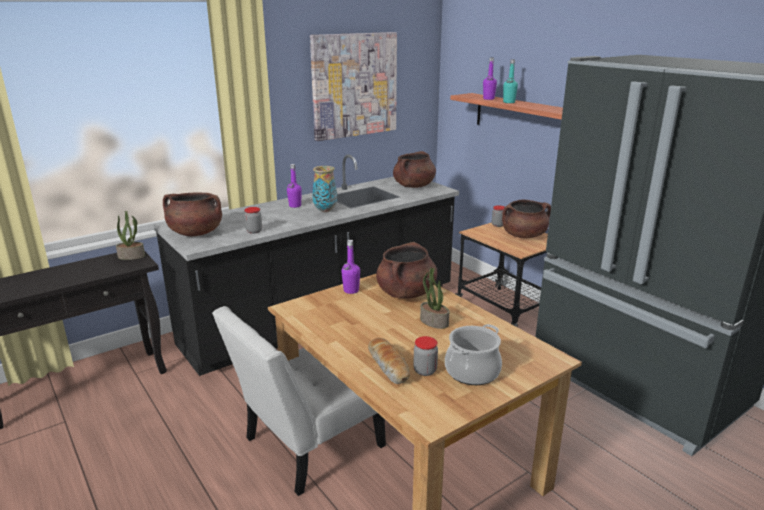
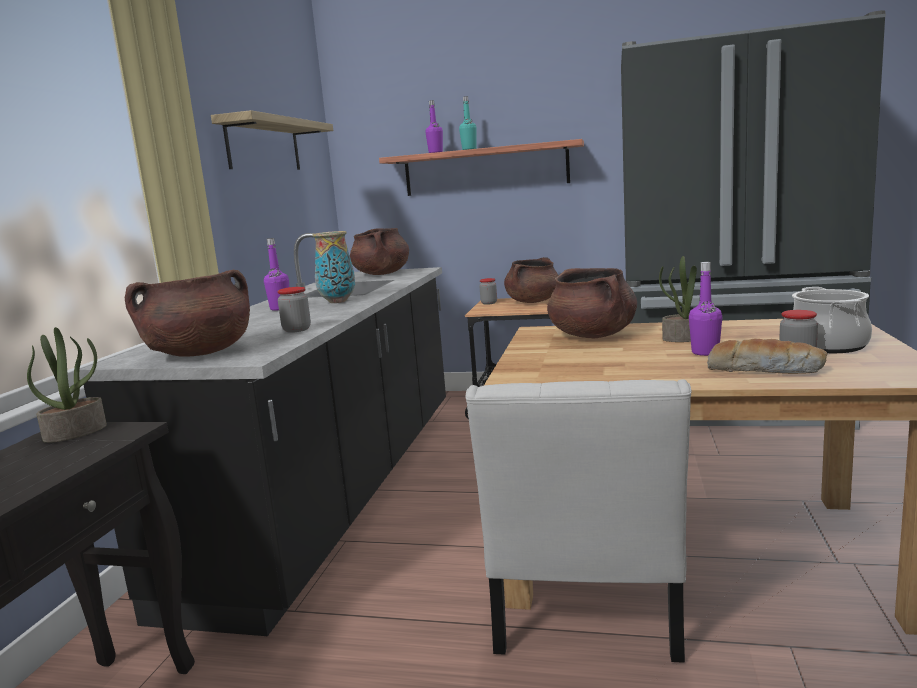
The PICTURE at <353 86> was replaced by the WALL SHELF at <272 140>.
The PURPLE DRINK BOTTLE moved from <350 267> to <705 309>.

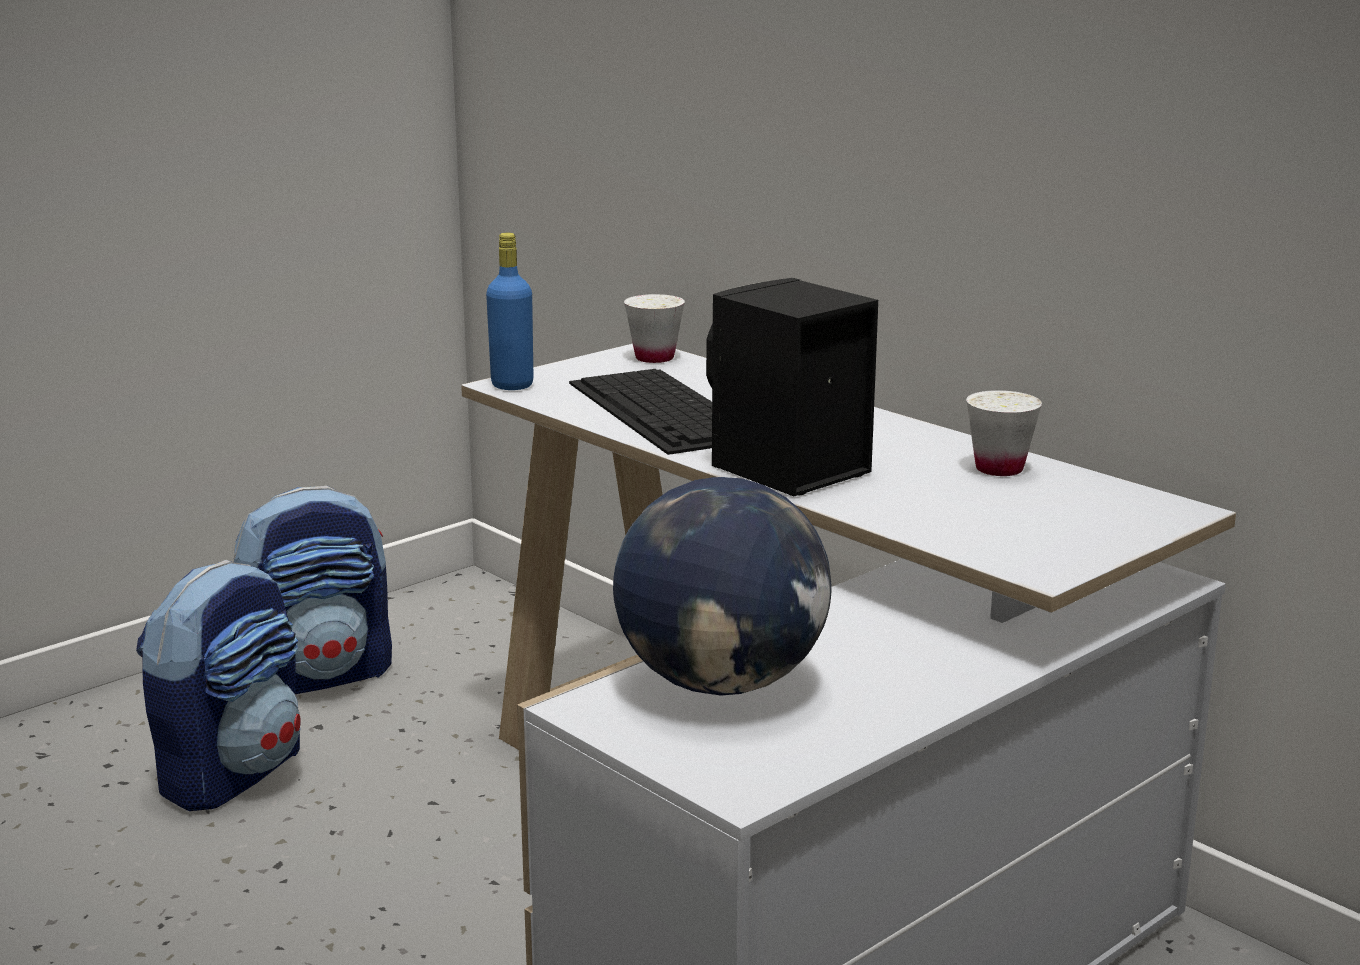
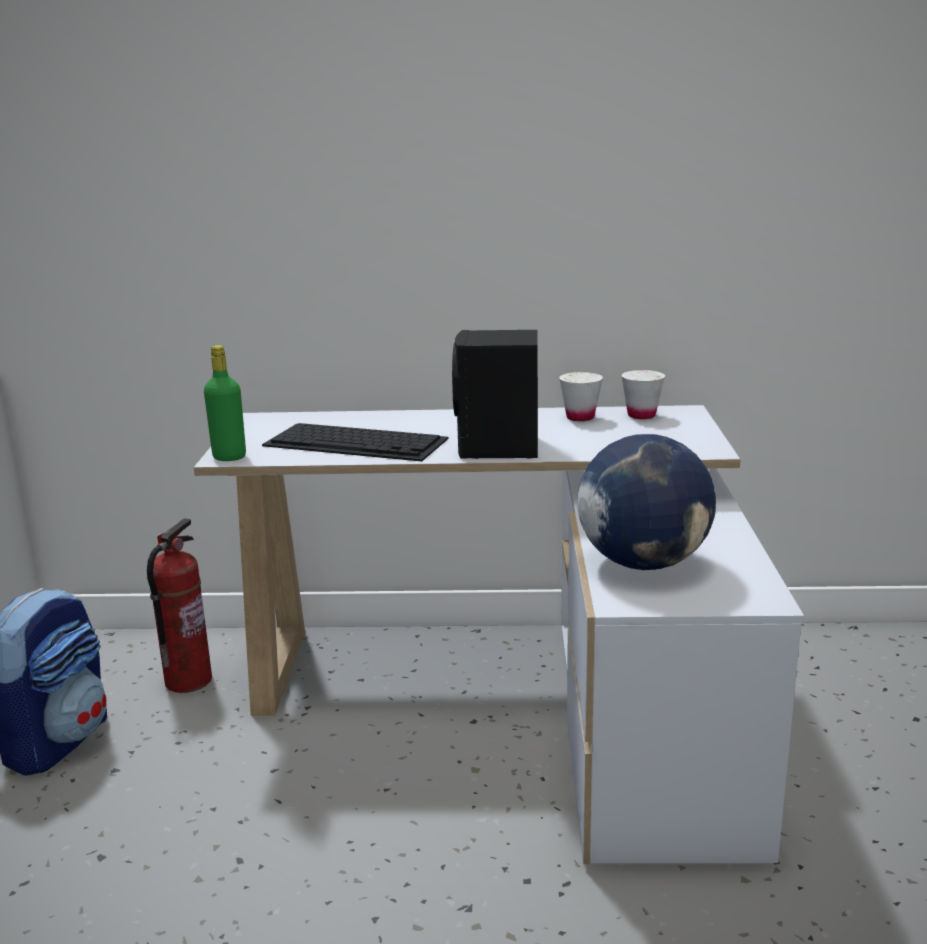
The FIRE EXTINGUISHER at <179 605> appeared.
The BLUE-COLOURED DRINK BOTTLE at <509 311> became the GREEN DRINK BOTTLE at <225 403>.
The WHITISH CUP moved from <654 328> to <643 394>.
The RUCKSACK at <218 685> disappeared.

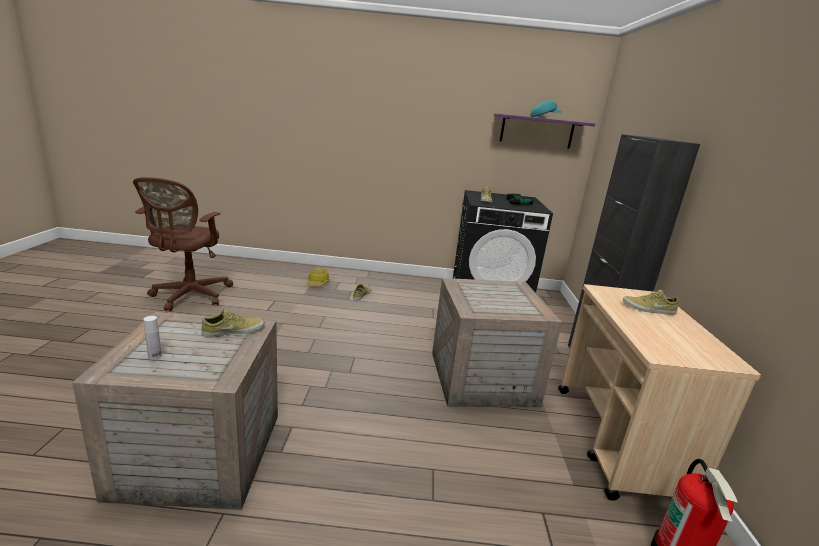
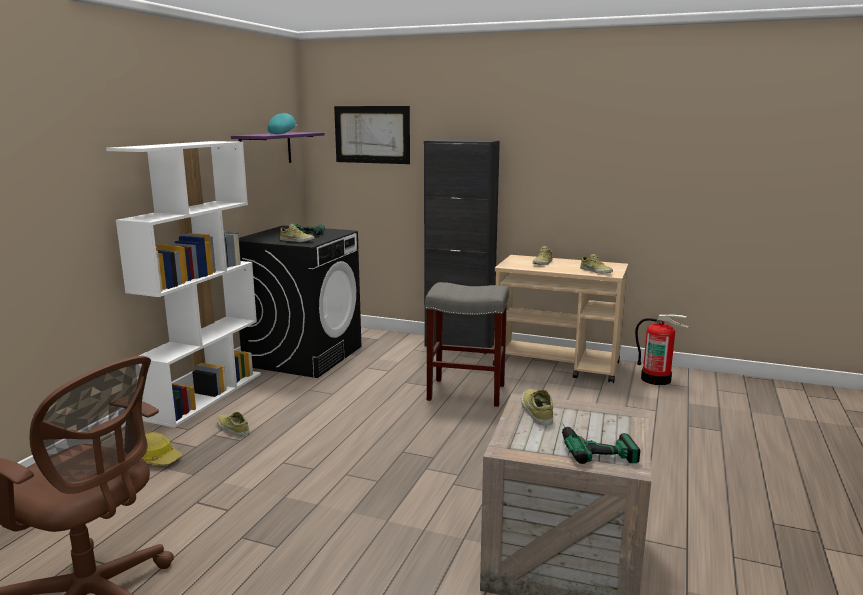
The WHITISH SHELVING UNIT at <183 284> appeared.
The PICTURE at <372 135> appeared.
The CRATE at <497 343> was replaced by the GREYISH SITTING STOOL at <467 344>.
The WHITISH DRINK BOTTLE at <152 338> was replaced by the DRILL at <601 443>.
The BEIGE-COLOURED ITEM OF FOOTWEAR at <596 264> appeared.

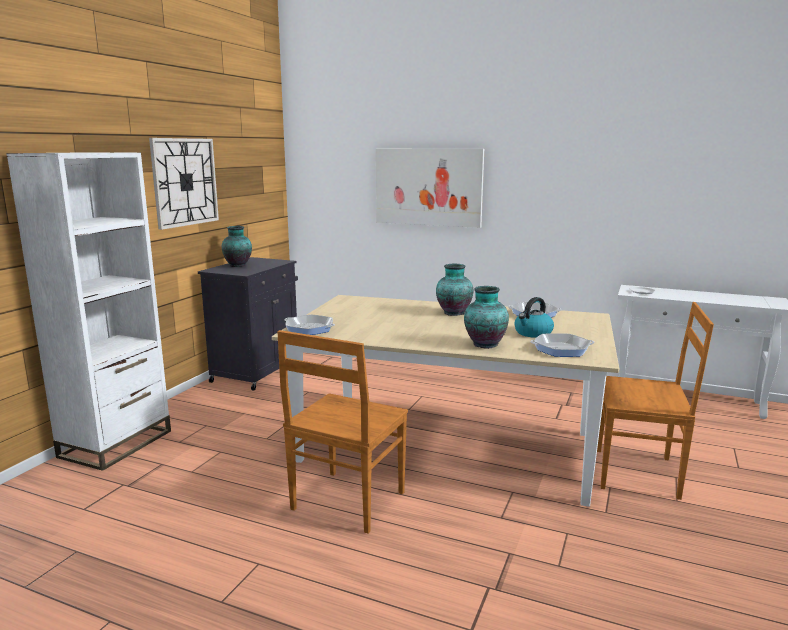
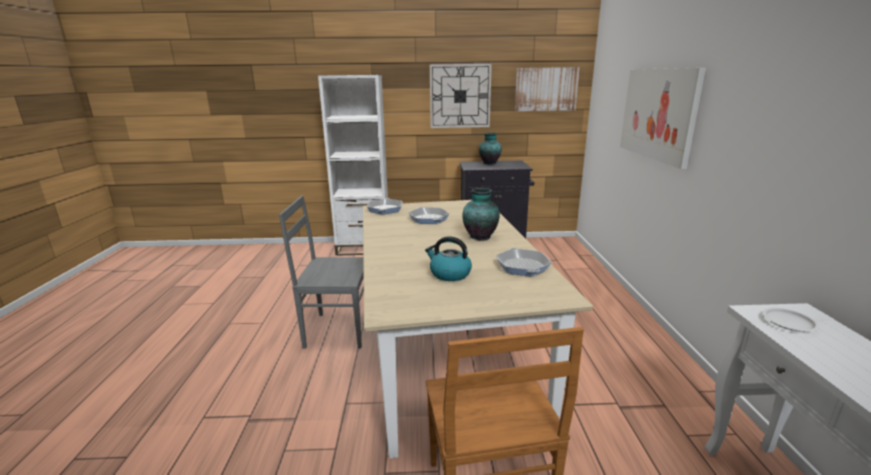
The BROWN UPRIGHT CHAIR at <342 431> became the GREYISH UPRIGHT CHAIR at <321 272>.
The SKILLET moved from <562 345> to <429 215>.
The PICTURE at <547 89> appeared.
The FLOWER VASE at <486 317> disappeared.

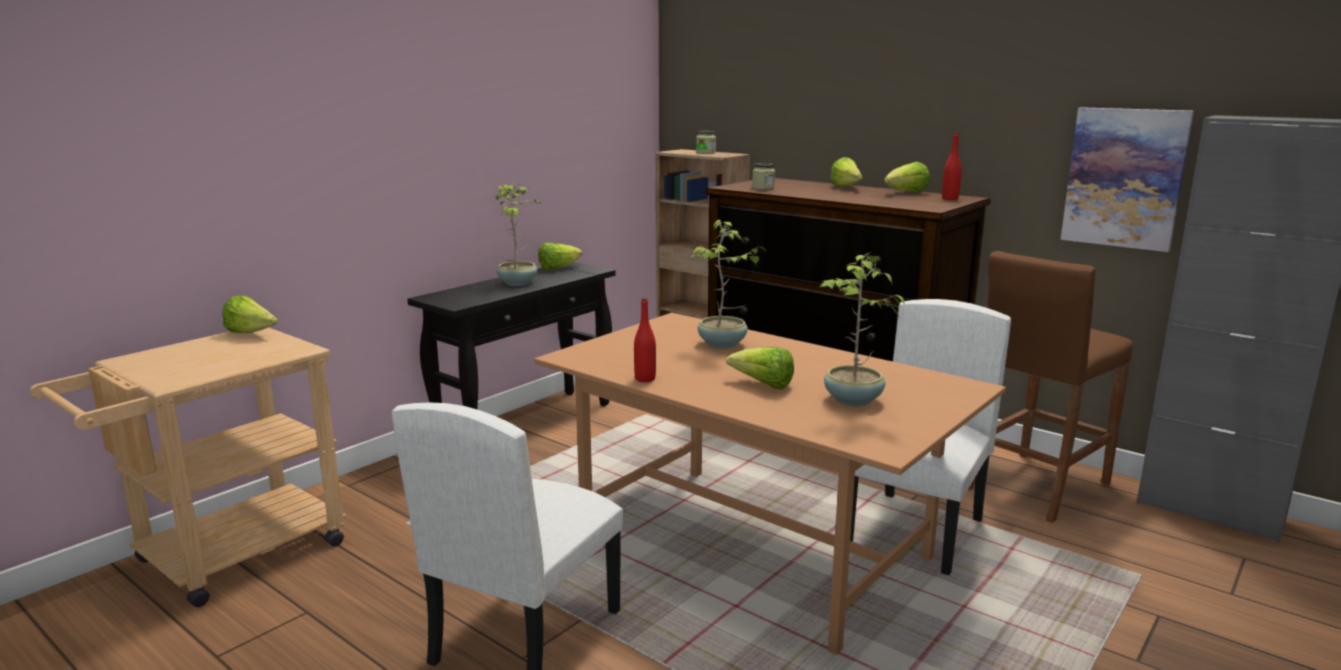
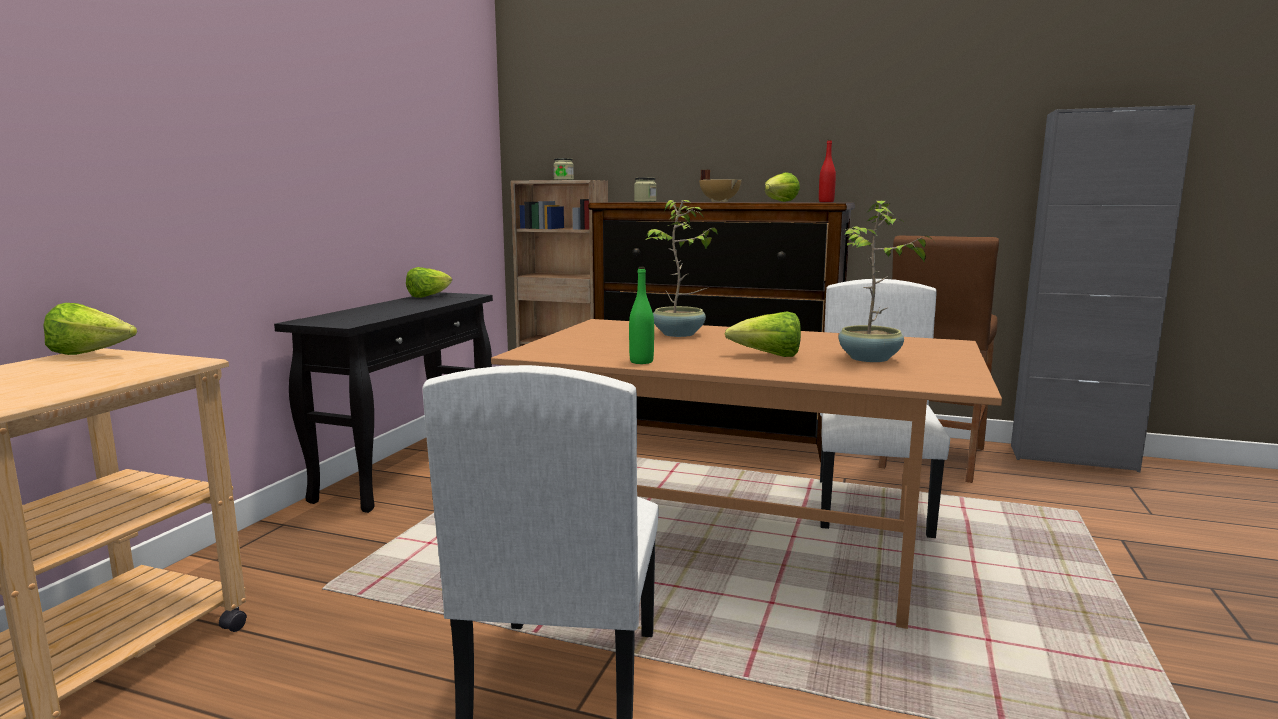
The REDDISH DRINK BOTTLE at <645 340> became the GREEN DRINK BOTTLE at <641 315>.
The LETTUCE at <846 172> was replaced by the BEIGE-COLOURED SAUCEPOT at <720 186>.
The PLANT IN A POT at <519 234> disappeared.
The PICTURE at <1127 179> disappeared.

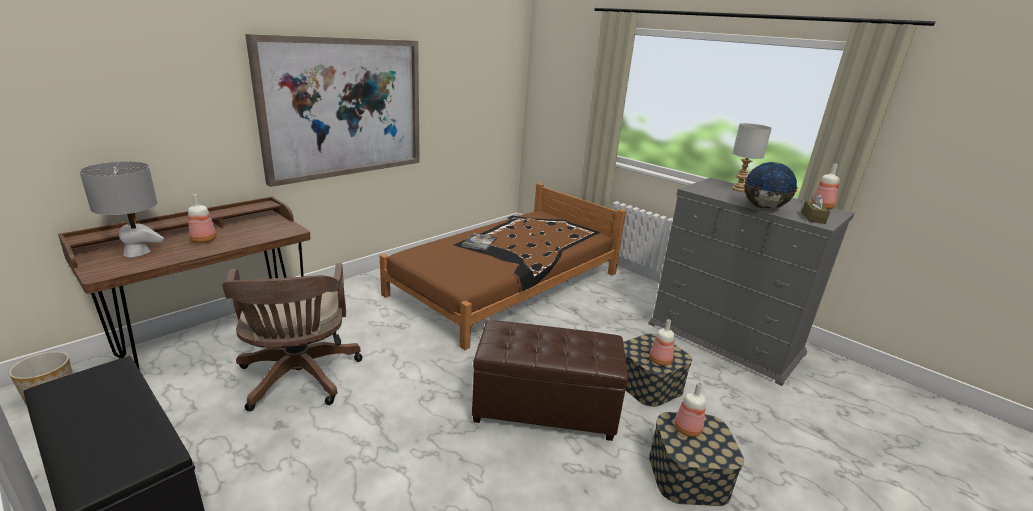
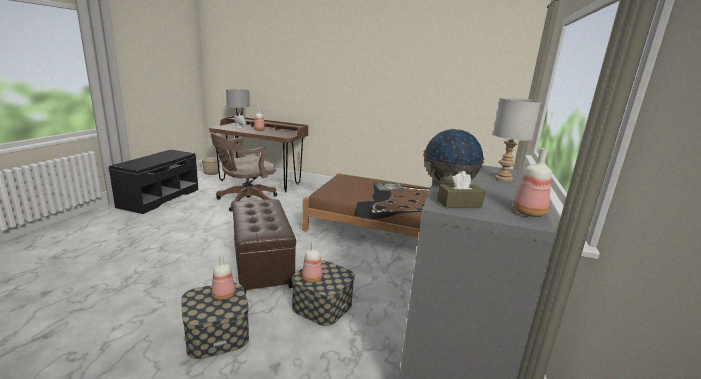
The PICTURE at <332 110> disappeared.

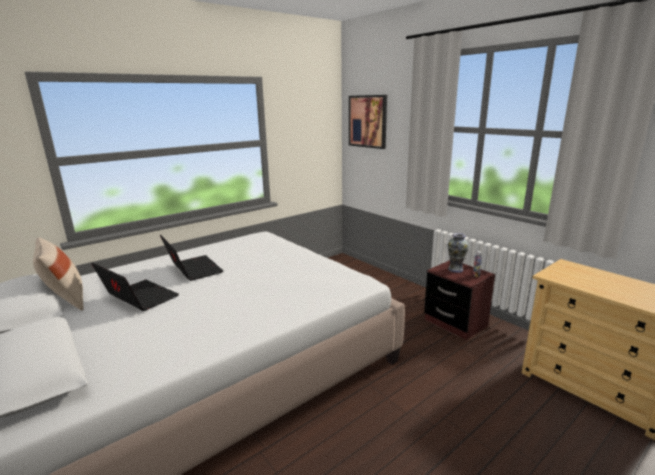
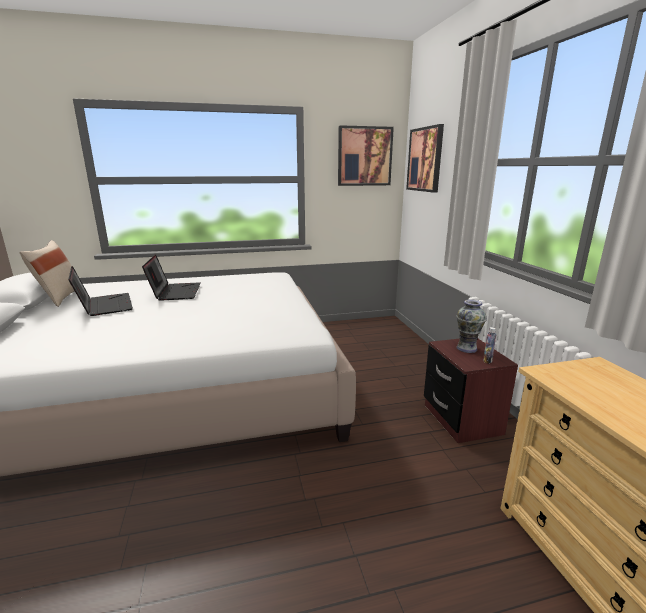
The PICTURE at <366 155> appeared.

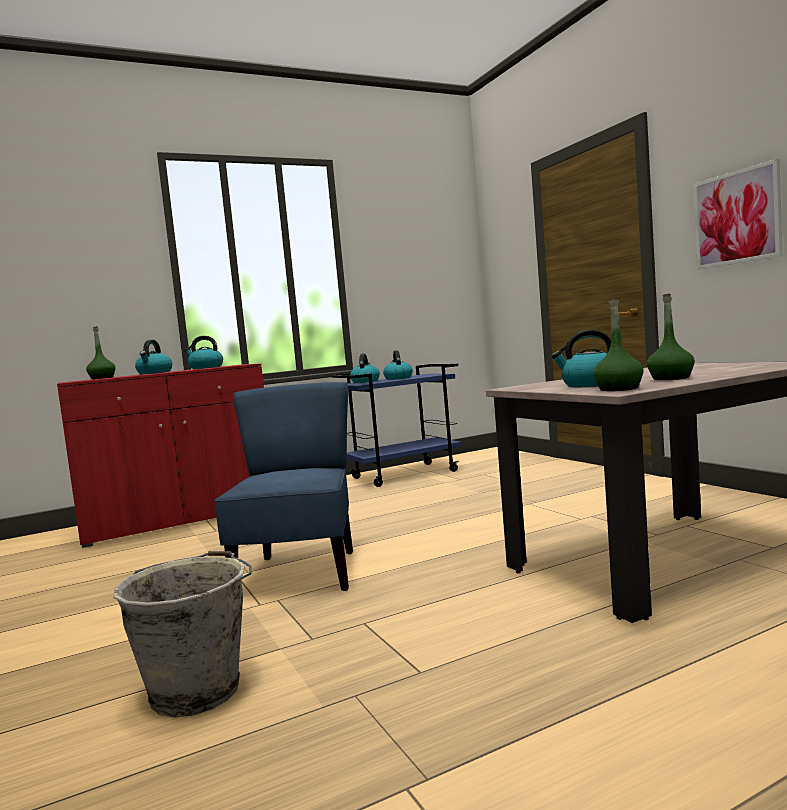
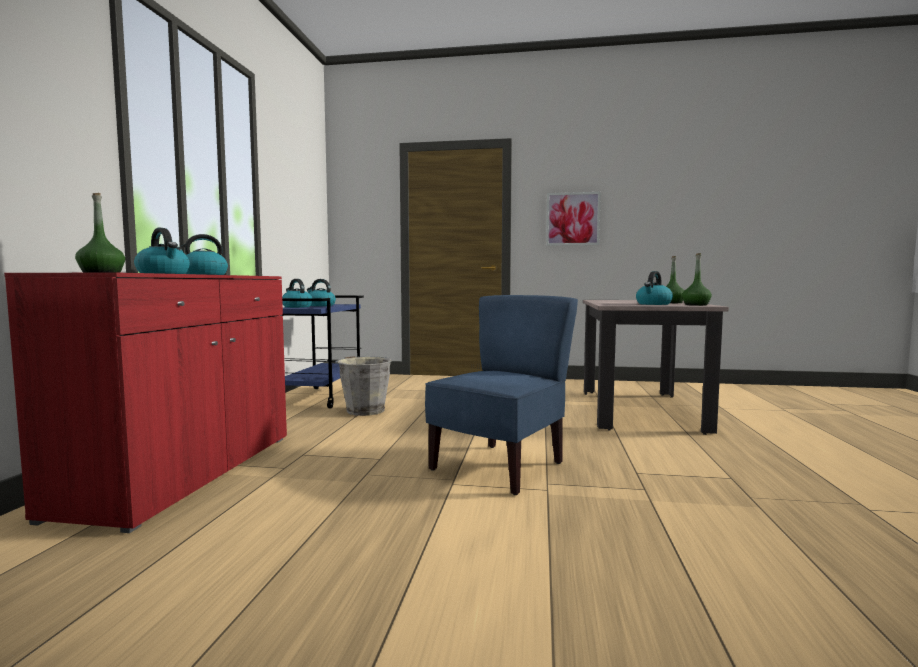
The GREYISH BUCKET moved from <182 634> to <363 386>.
The BLUE-COLOURED UPRIGHT CHAIR at <283 486> turned 90 degrees clockwise.

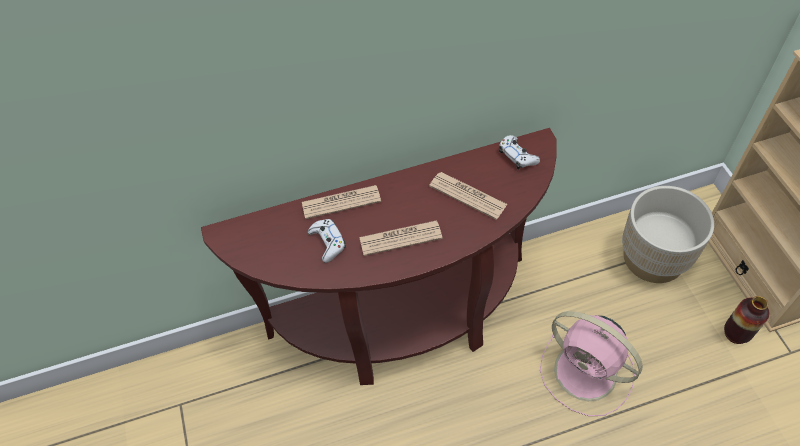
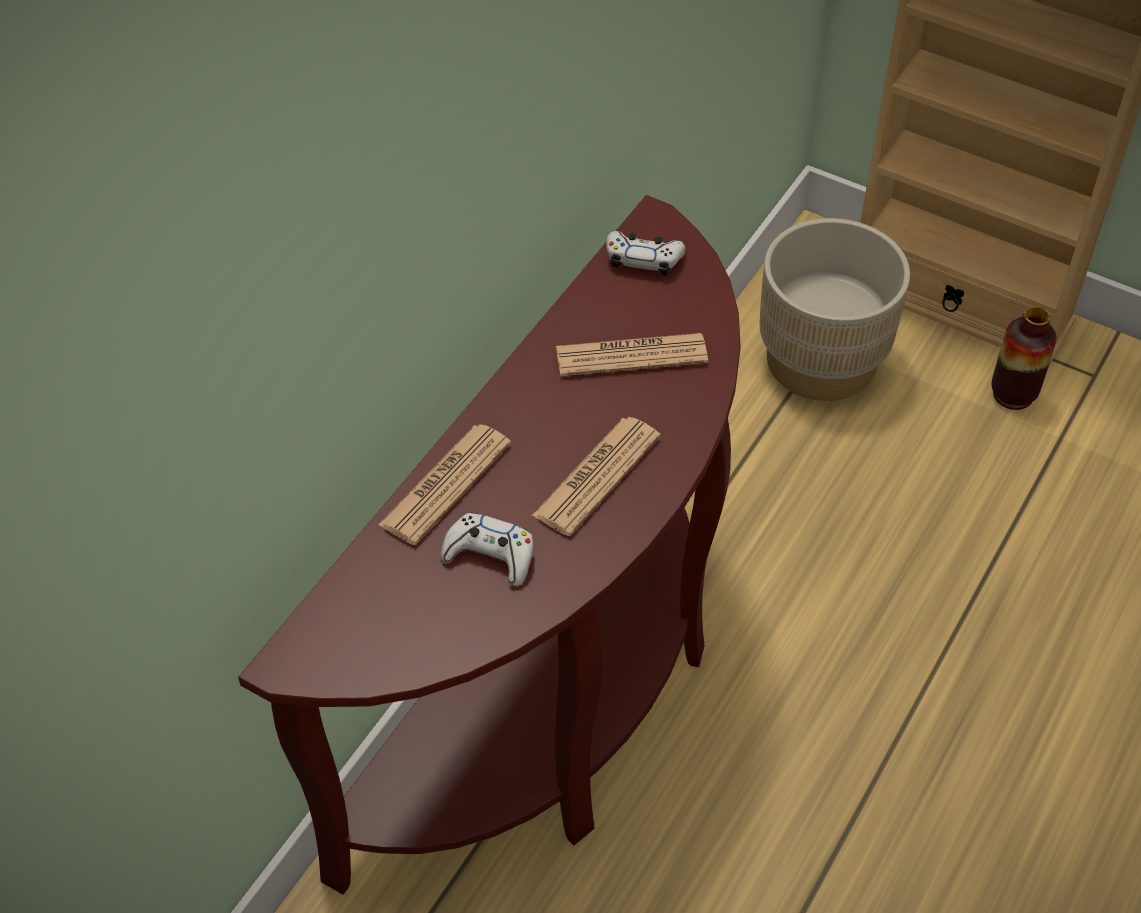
The PINK-COLOURED FAN at <591 363> disappeared.

